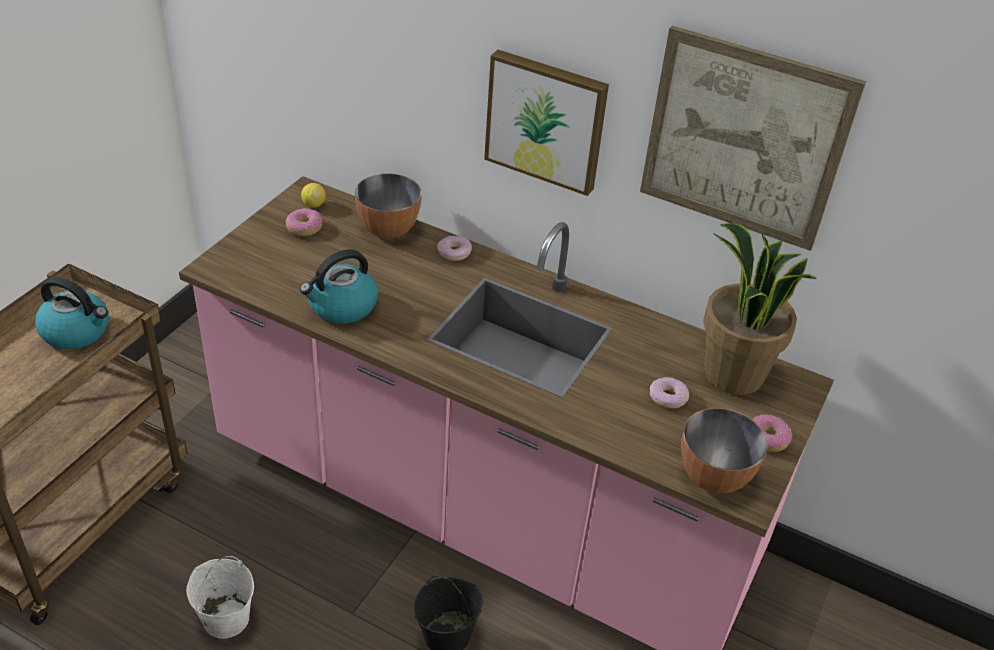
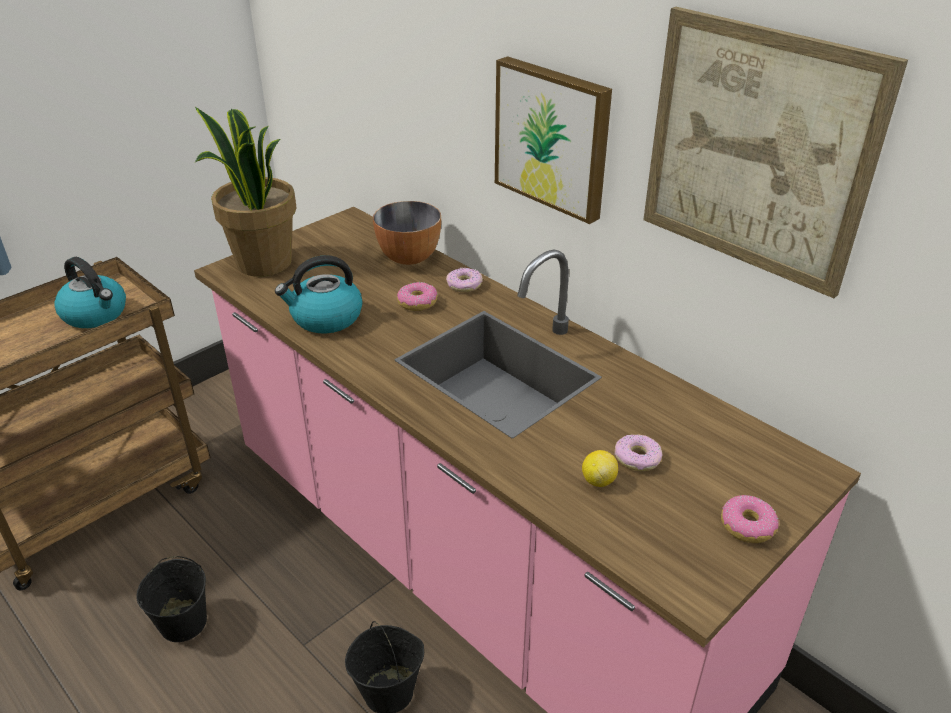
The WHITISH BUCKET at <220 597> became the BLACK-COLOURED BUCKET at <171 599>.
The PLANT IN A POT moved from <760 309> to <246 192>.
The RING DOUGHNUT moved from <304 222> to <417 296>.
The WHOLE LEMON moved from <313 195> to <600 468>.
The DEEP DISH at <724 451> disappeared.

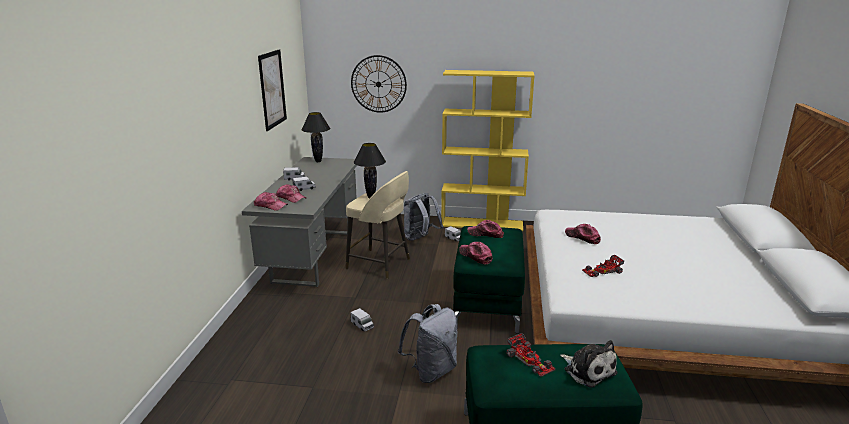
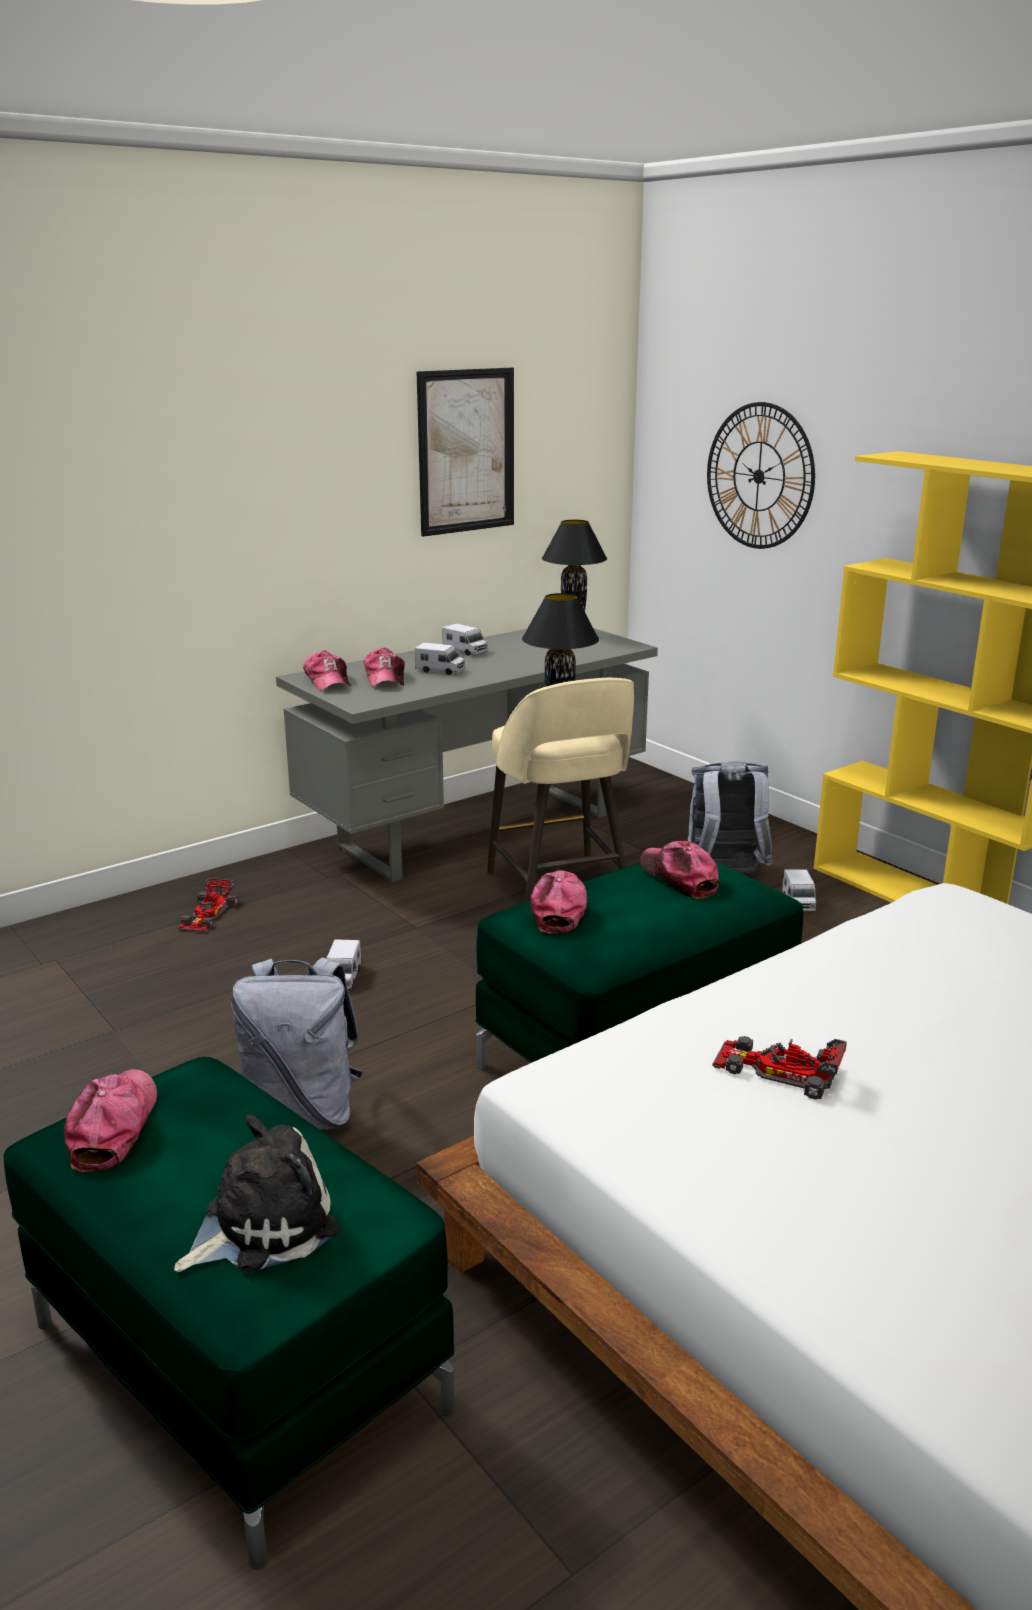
The PEAKED CAP moved from <583 234> to <110 1120>.
The CUDDLY TOY at <588 364> turned 135 degrees counterclockwise.
The TOY CAR moved from <531 355> to <208 905>.

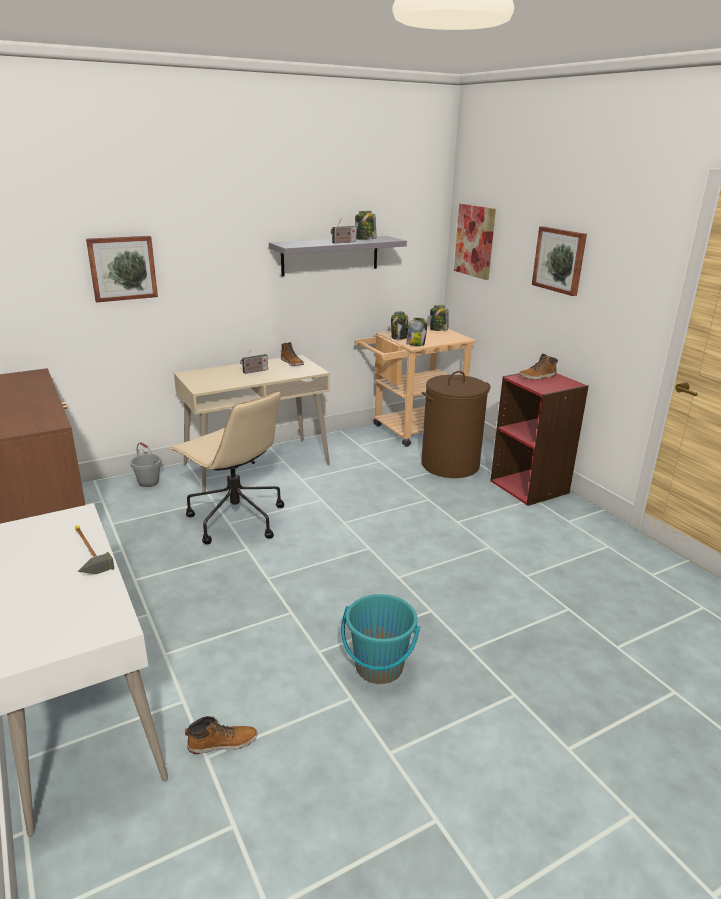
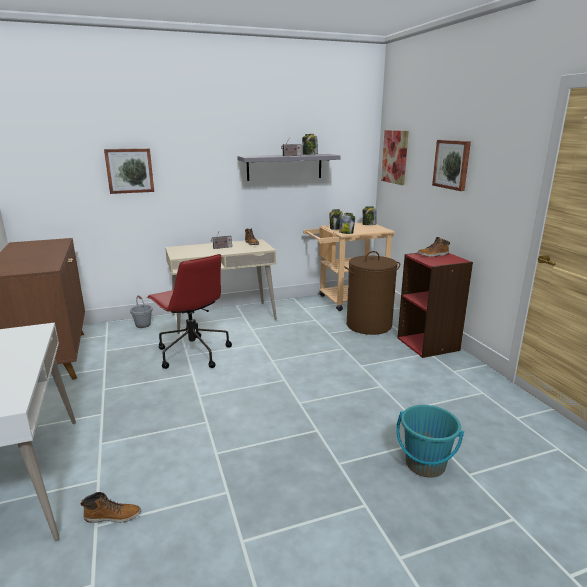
The BEIGE-COLOURED DESK CHAIR at <227 467> became the REDDISH DESK CHAIR at <189 311>.
The BLUE-GREEN BUCKET moved from <380 639> to <430 441>.
The TOOL HAMMER at <94 550> disappeared.

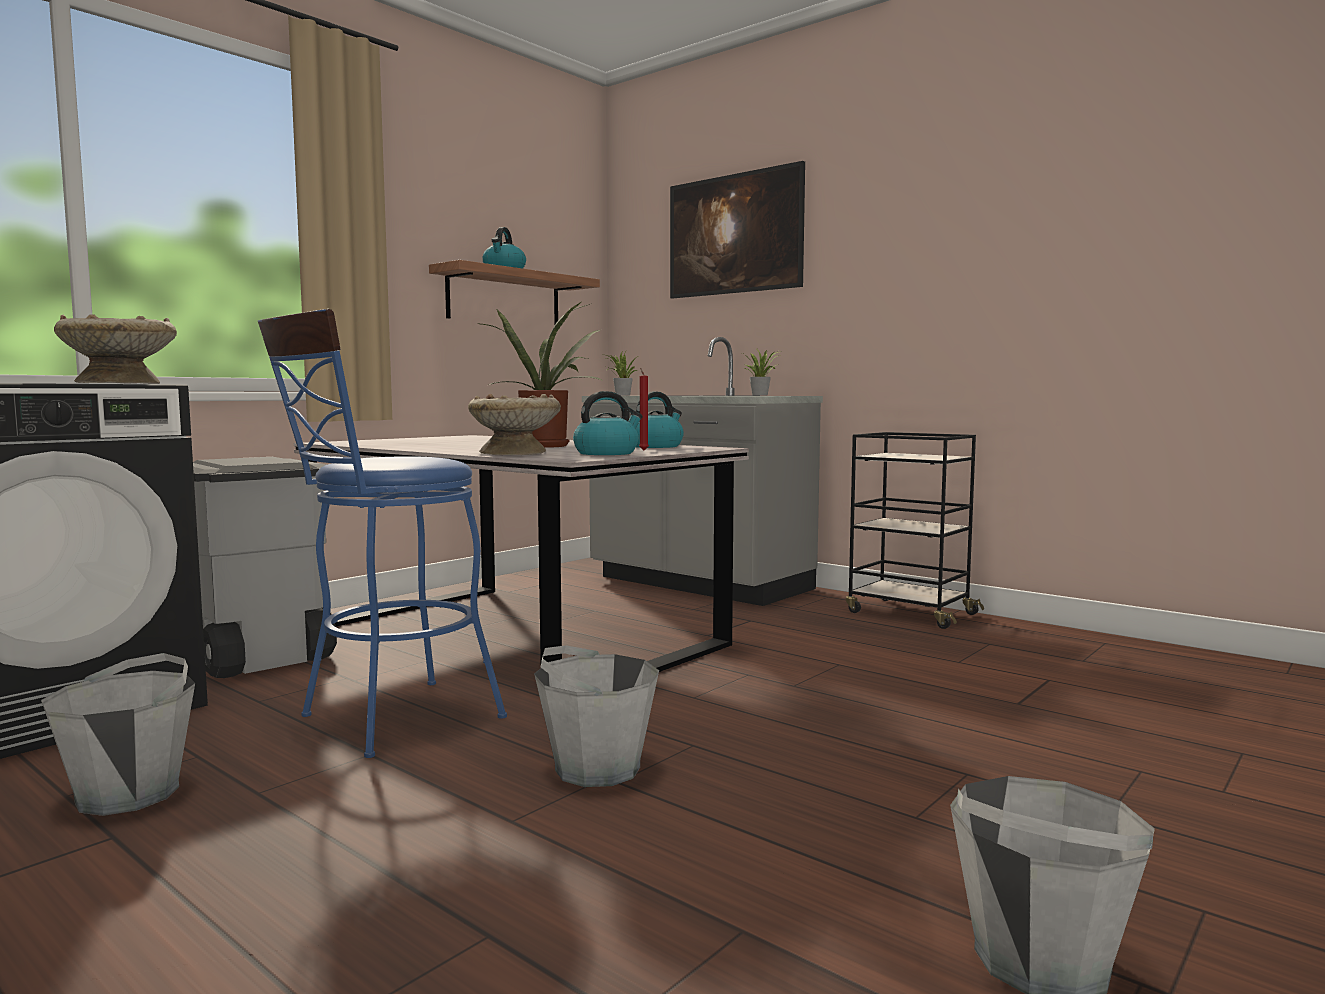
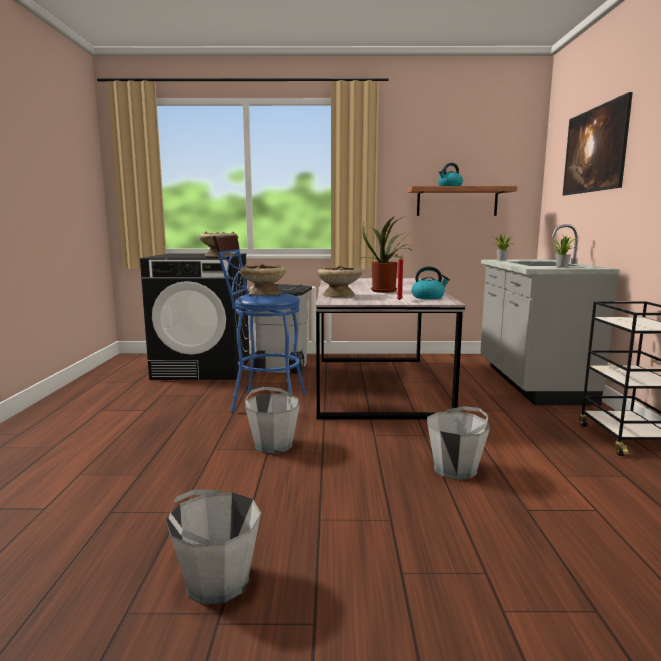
The BEIGE-COLOURED DEEP DISH at <263 280> appeared.
The GREYISH BUCKET moved from <118 734> to <458 443>.
The KETTLE at <607 423> disappeared.

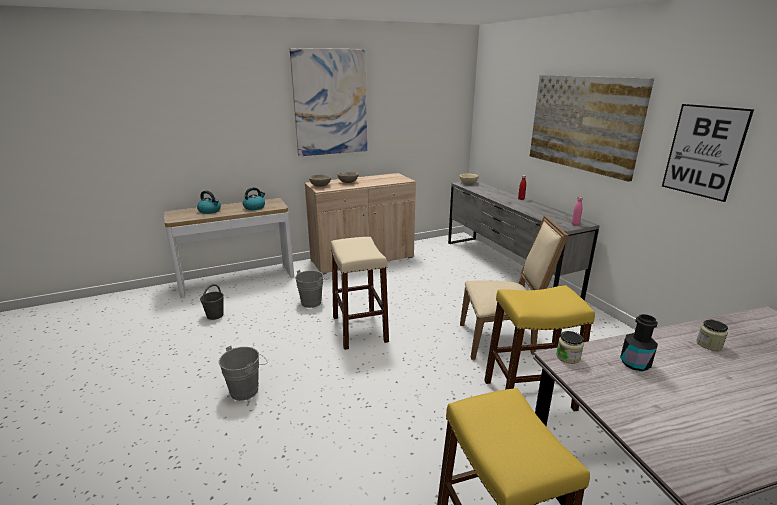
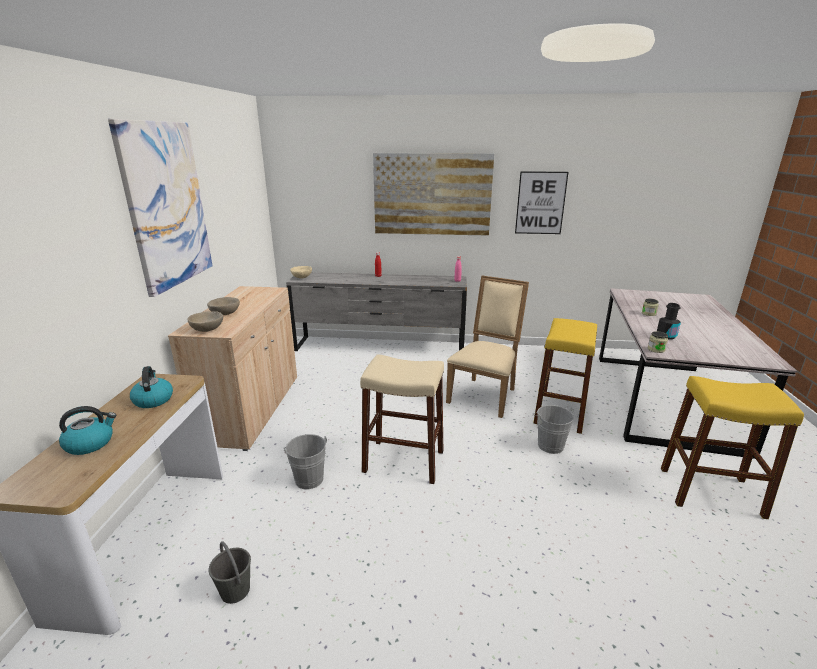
The GREYISH BUCKET moved from <243 373> to <553 429>.

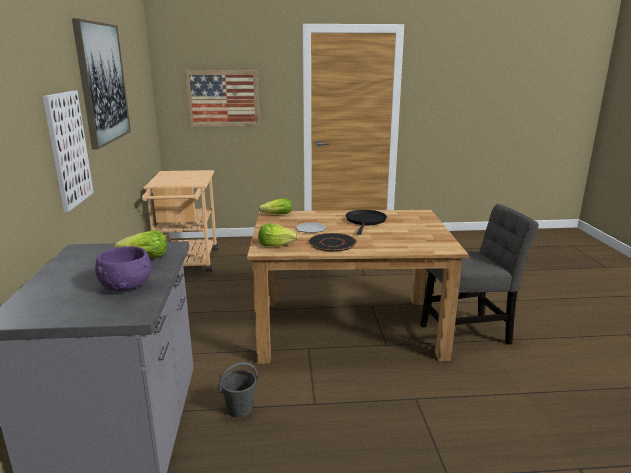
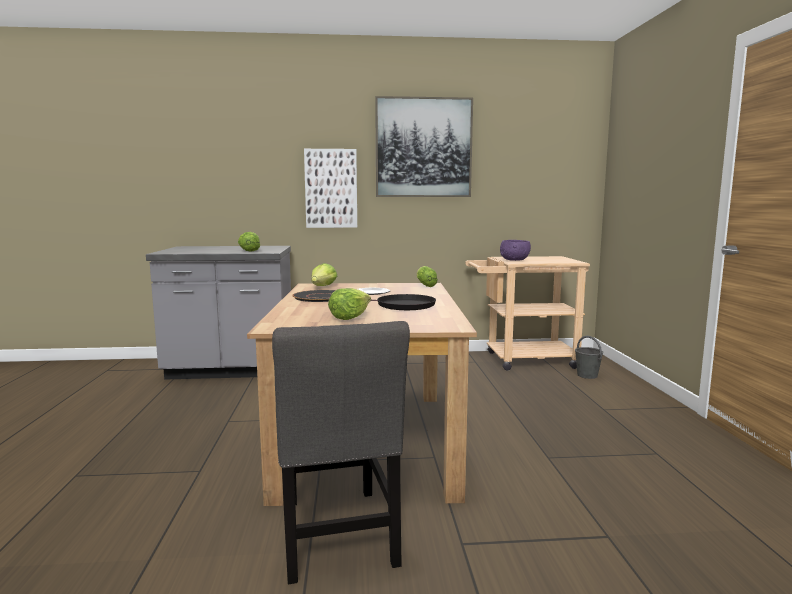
The LETTUCE at <349 304> appeared.
The PURPLE DEEP DISH moved from <123 268> to <515 250>.
The GREYISH BUCKET moved from <238 390> to <589 357>.
The PICTURE at <222 98> disappeared.

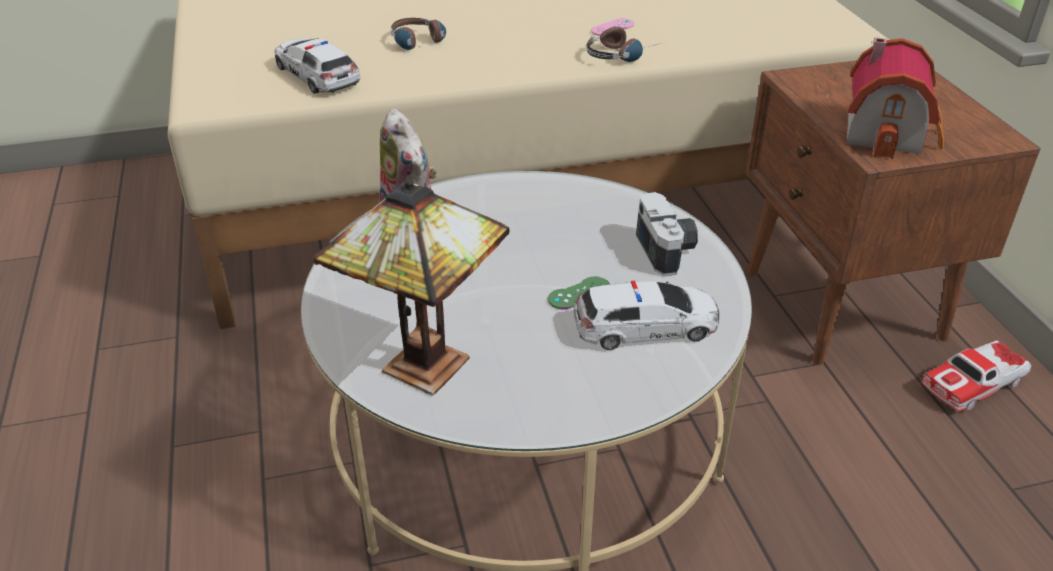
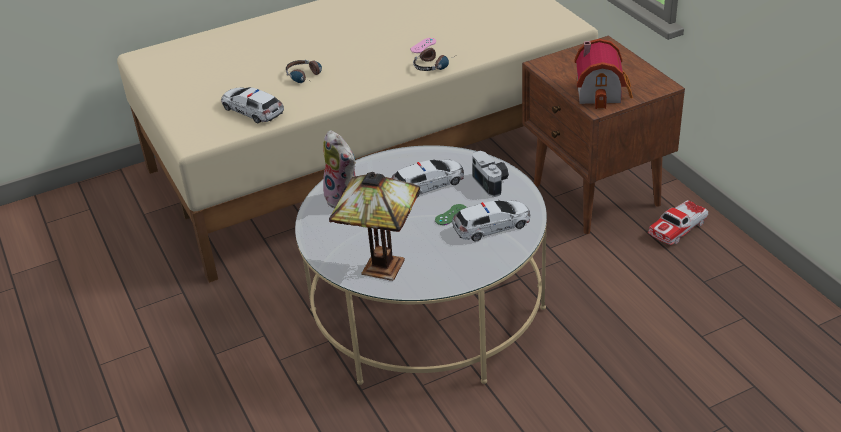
The TOY CAR at <428 178> appeared.

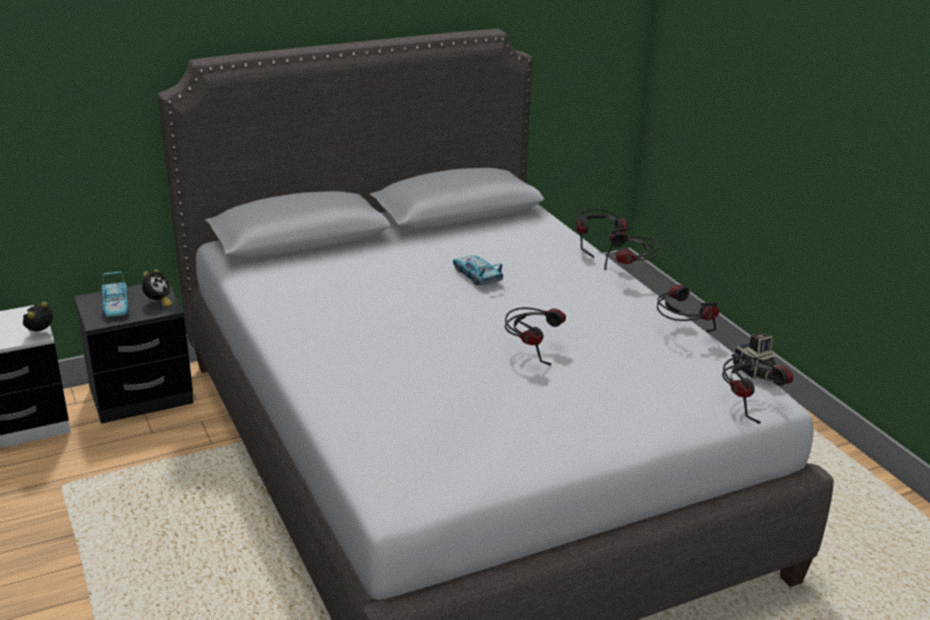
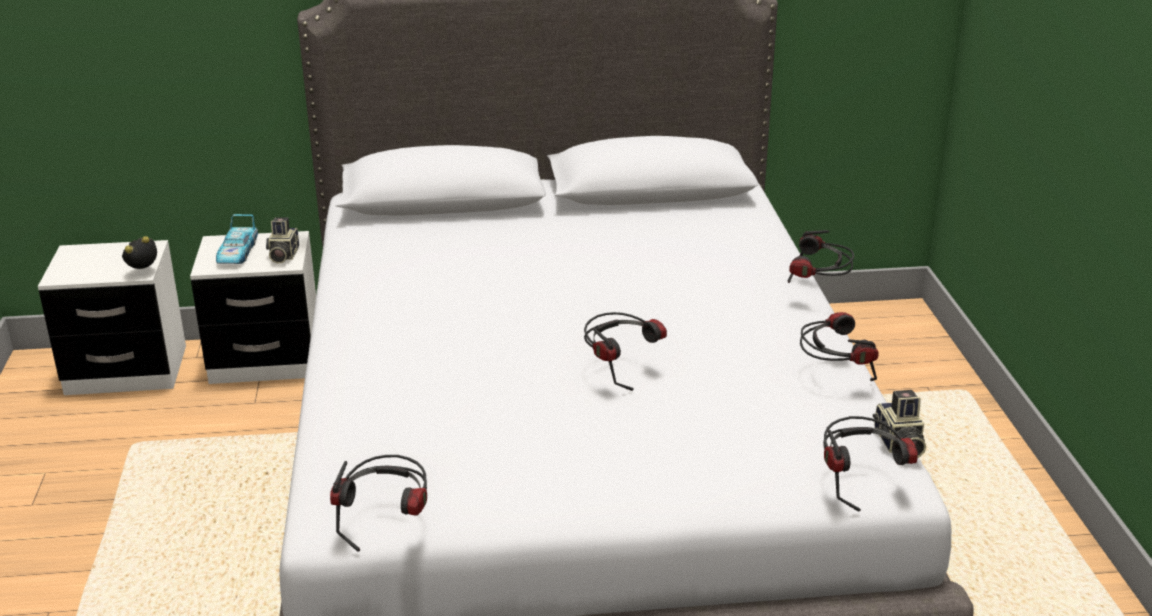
The BLACK-COLOURED NIGHTSTAND at <134 354> became the WHITISH NIGHTSTAND at <253 307>.
The ALARM CLOCK at <157 288> was replaced by the STILL CAMERA at <282 240>.
The PAIR OF HEADPHONES moved from <601 233> to <378 503>.
The TOY CAR at <478 270> disappeared.

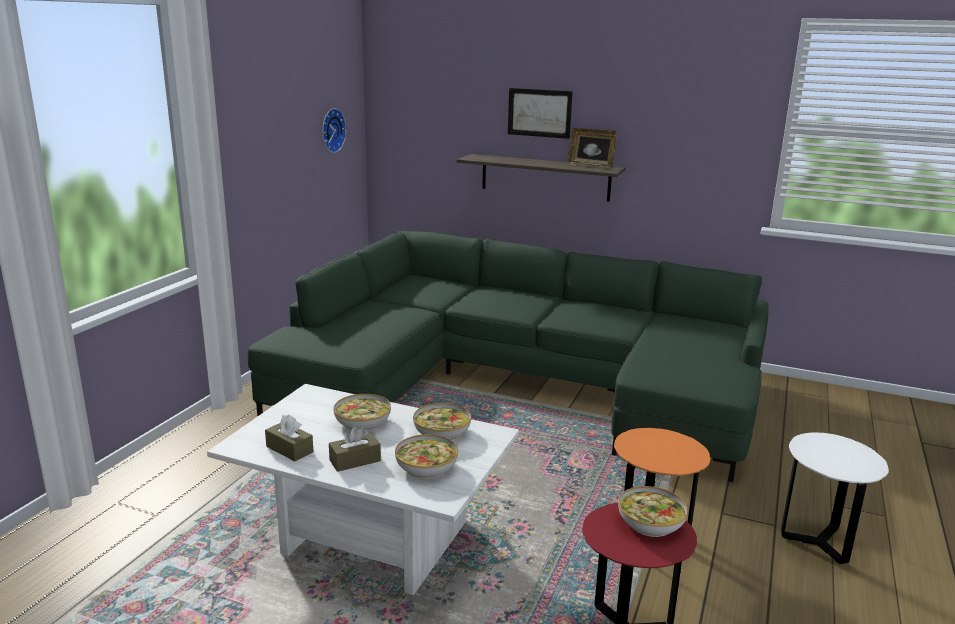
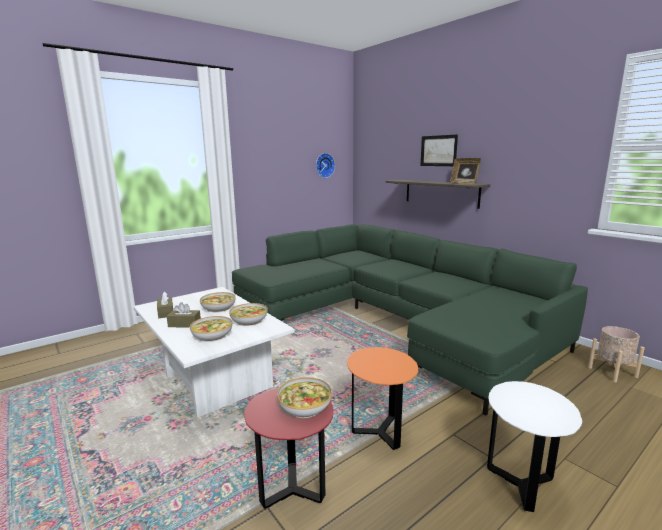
The BEIGE-COLOURED FLOWER POT at <616 354> appeared.

